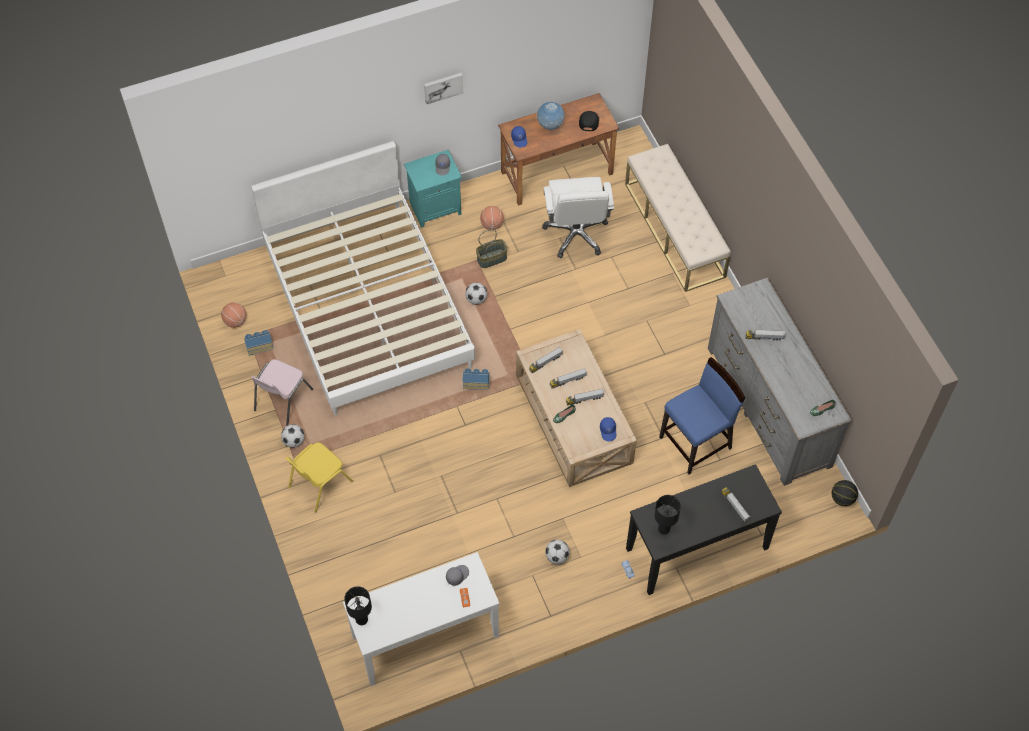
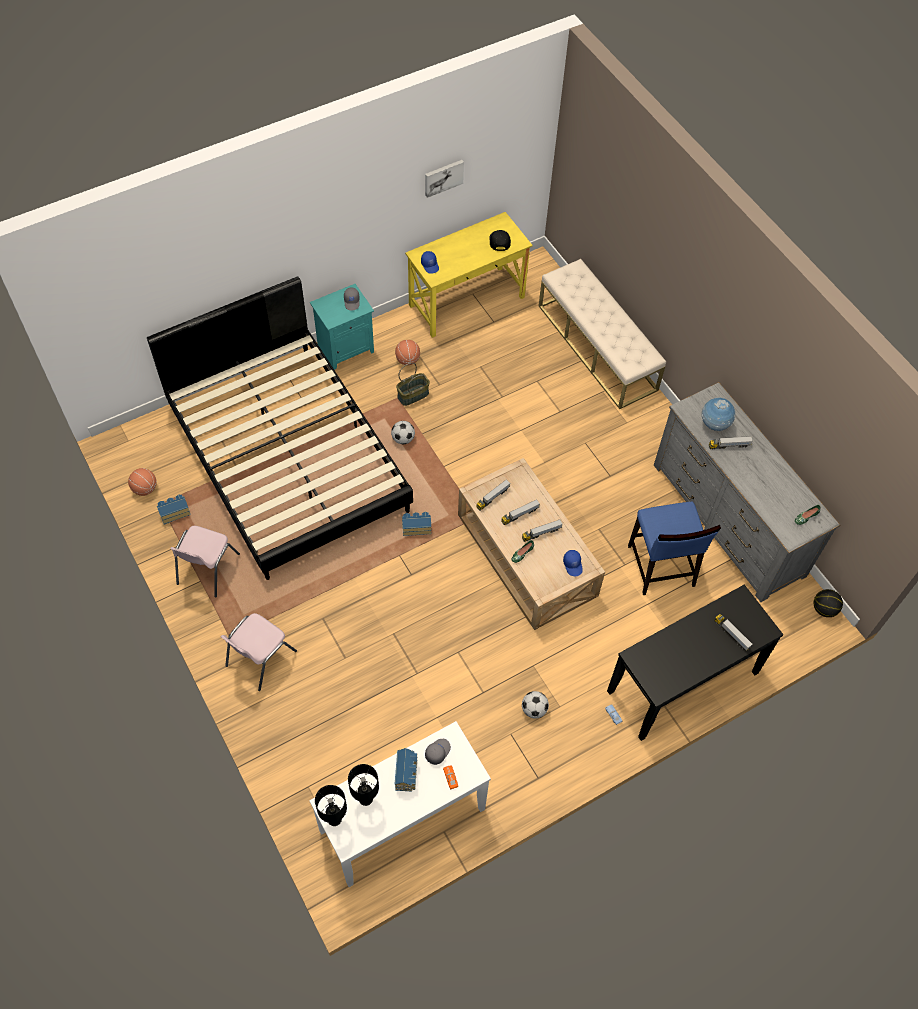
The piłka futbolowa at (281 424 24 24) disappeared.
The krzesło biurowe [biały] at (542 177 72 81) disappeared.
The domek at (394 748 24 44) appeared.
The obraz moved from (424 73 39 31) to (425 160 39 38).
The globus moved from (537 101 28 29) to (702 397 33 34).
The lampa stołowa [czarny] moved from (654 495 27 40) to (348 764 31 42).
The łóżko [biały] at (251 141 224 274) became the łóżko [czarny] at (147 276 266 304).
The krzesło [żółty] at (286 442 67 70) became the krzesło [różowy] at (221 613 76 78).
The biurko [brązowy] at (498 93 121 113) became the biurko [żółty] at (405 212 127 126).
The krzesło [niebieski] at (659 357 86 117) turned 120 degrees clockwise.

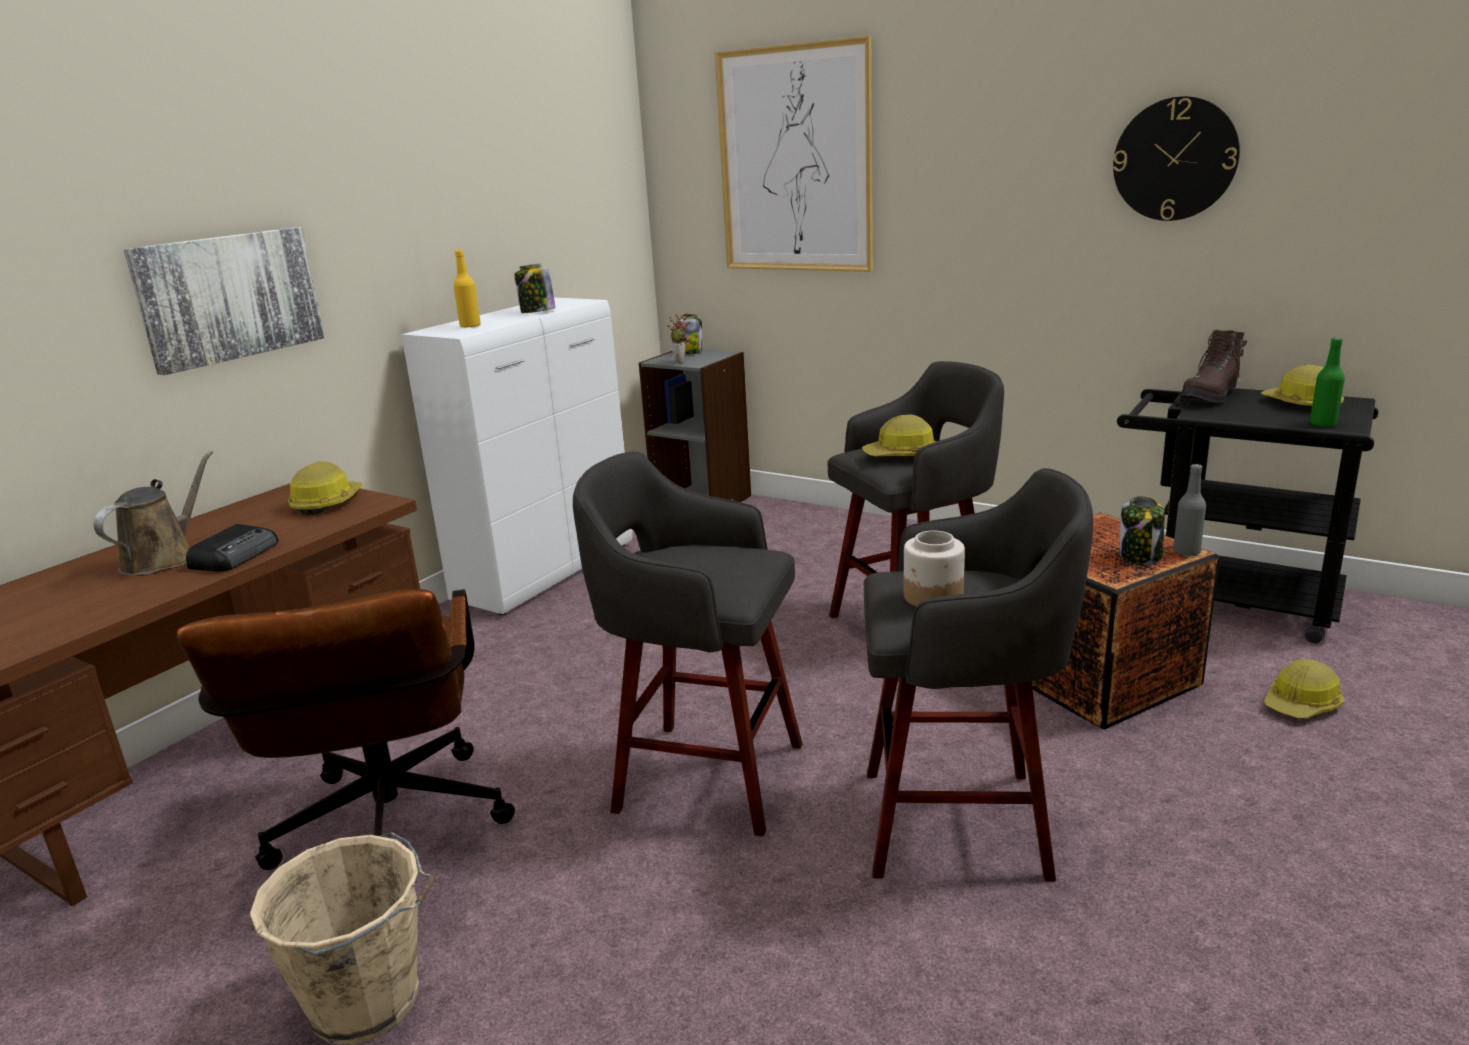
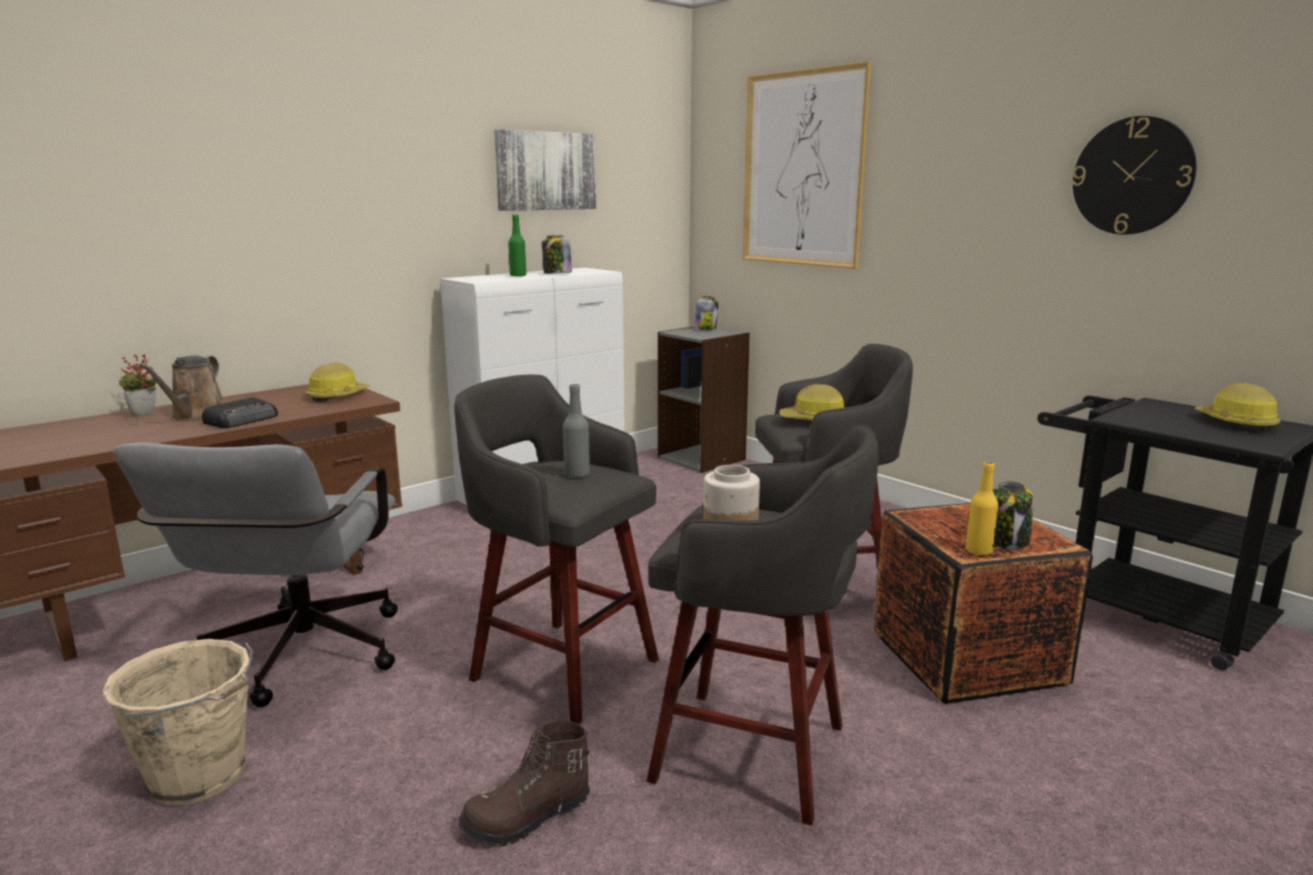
The kask at (1264 659 80 60) disappeared.
The obraz moved from (124 227 201 148) to (494 129 103 82).
The butelka [żółty] moved from (453 249 28 79) to (966 462 32 93).
The roślina doniczkowa moved from (667 313 24 51) to (119 354 37 62).
The butelka [szary] moved from (1173 464 33 92) to (563 384 27 94).
The but z cholewką [brązowy] moved from (1180 330 67 73) to (458 721 132 126).
The butelka [zielony] moved from (1310 337 35 90) to (508 215 18 61).
The krzesło biurowe [brązowy] at (177 589 338 281) became the krzesło biurowe [szary] at (113 443 285 264).
The konewka [brązowy] at (94 451 119 125) turned 150 degrees clockwise.

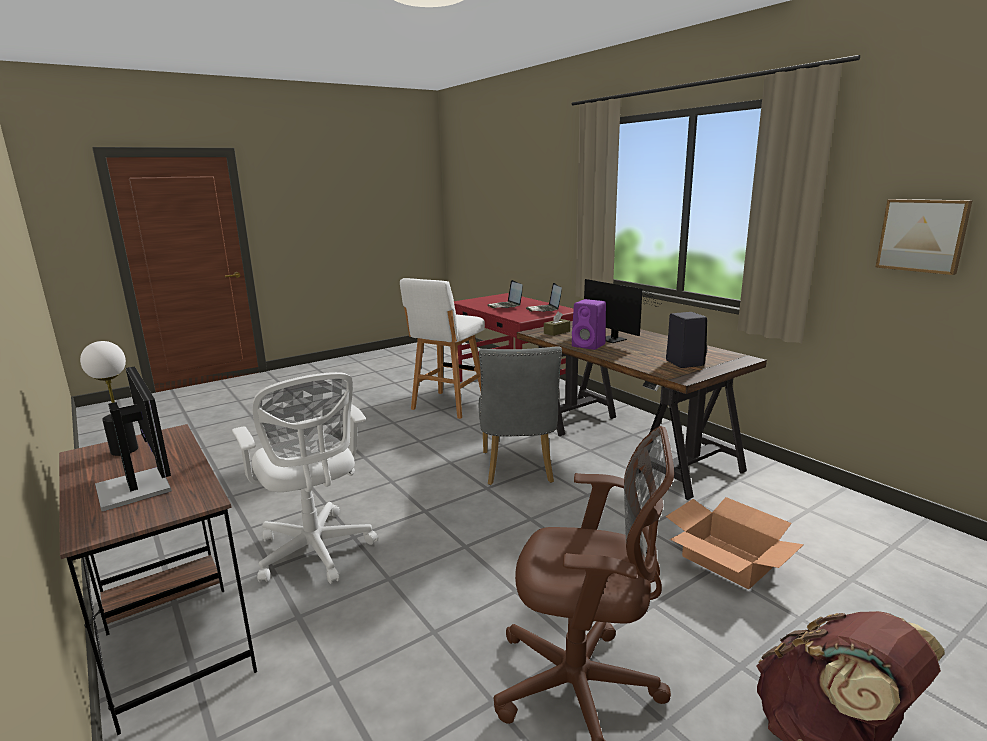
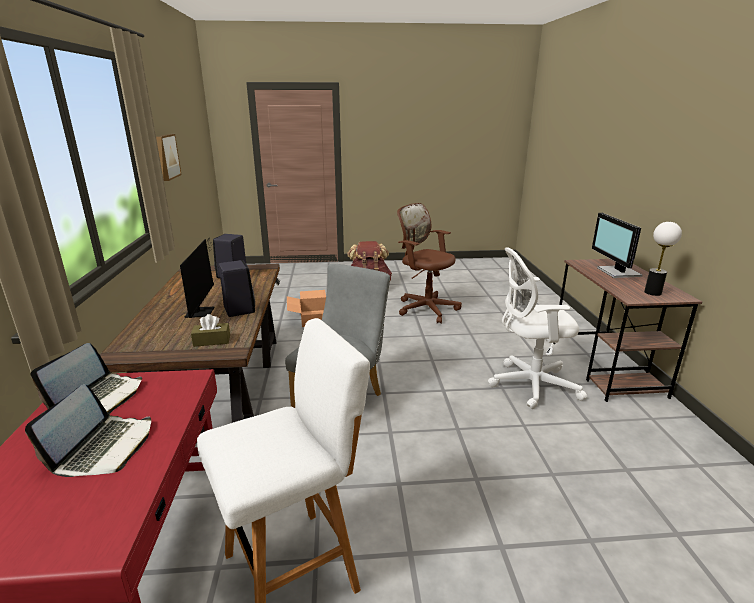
The głośnik [fioletowy] at (572 299 34 51) became the głośnik [czarny] at (218 260 37 57).
The krzesło biurowe [biały] at (232 372 146 212) turned 90 degrees counterclockwise.

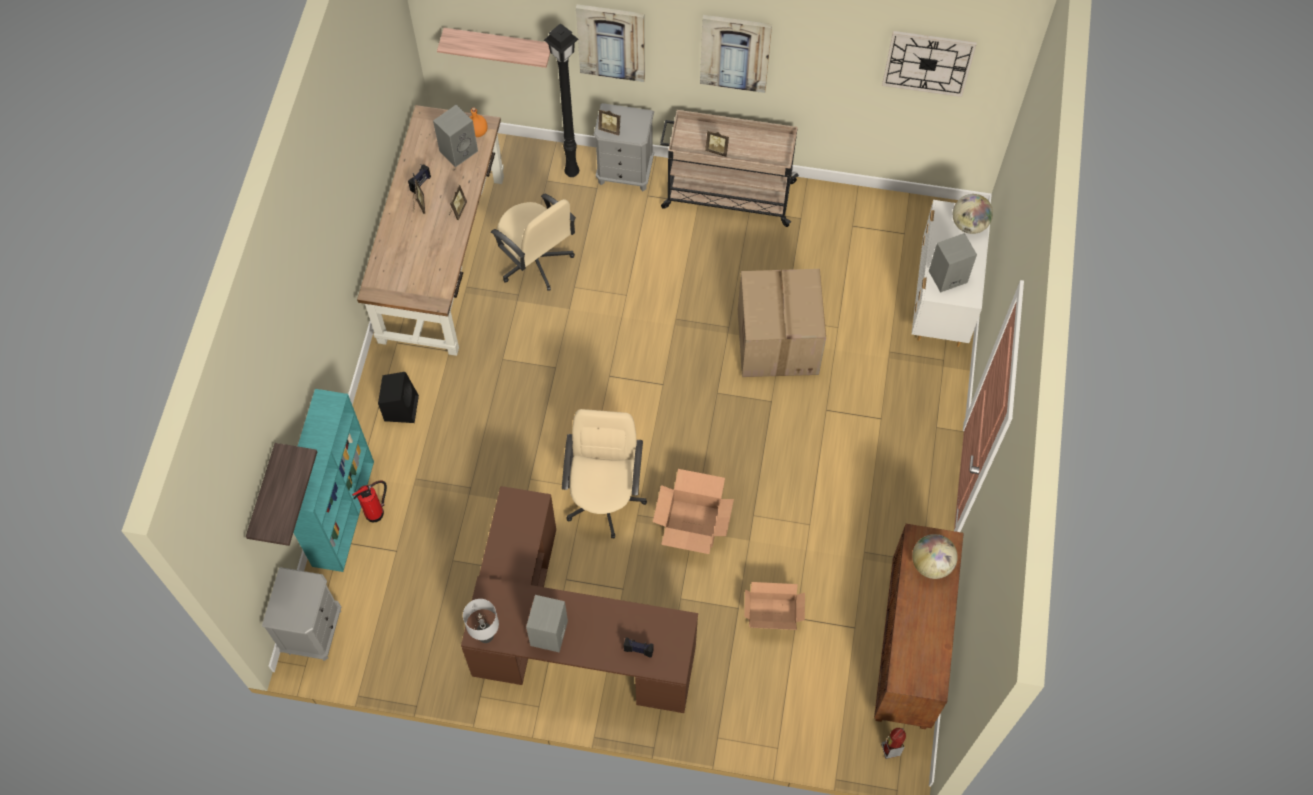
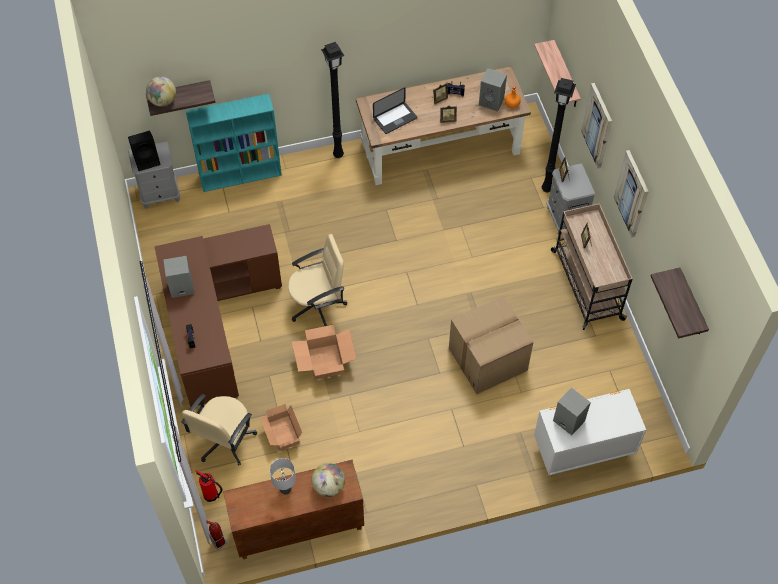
The lampa stojąca [czarny] at (321 42 23 116) appeared.
The laptop at (373 87 44 47) appeared.
The gaśnica moved from (352 480 35 42) to (195 470 27 32).
The głośnik [czarny] moved from (378 372 41 51) to (128 131 33 40).
The lampa stołowa [szary] moved from (463 599 36 44) to (270 458 26 37).
The krzesło biurowe [beżowy] moved from (491 193 85 98) to (181 394 76 71).
The globus moved from (953 194 40 40) to (146 77 30 29).
The zegar ścienny at (882 31 95 66) was replaced by the półka at (651 268 58 70).

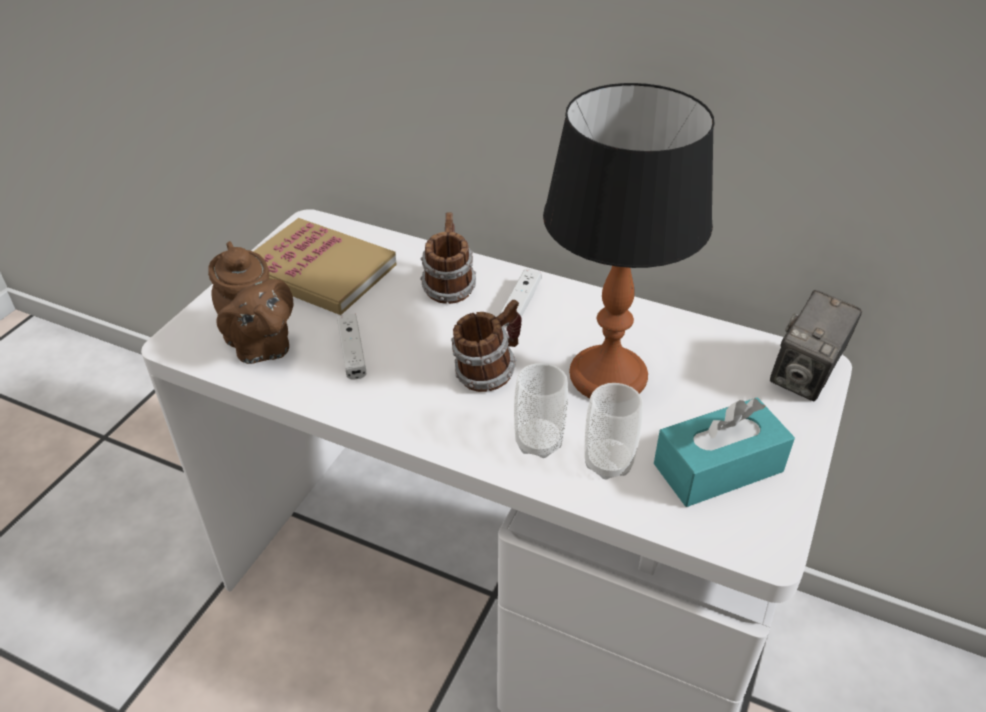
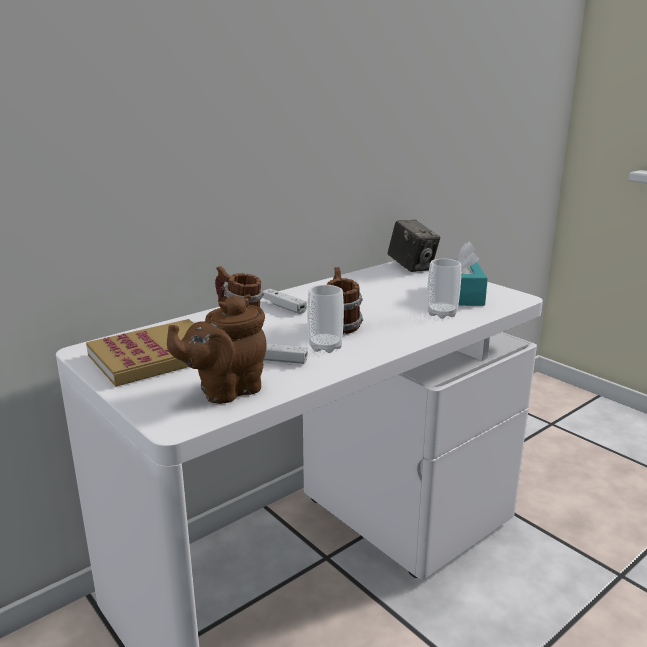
The lampa stołowa at (543 83 171 315) disappeared.
The filiżanka moved from (514 363 54 95) to (307 285 37 68).
The imbryk [brązowy] at (208 241 85 123) turned 150 degrees clockwise.

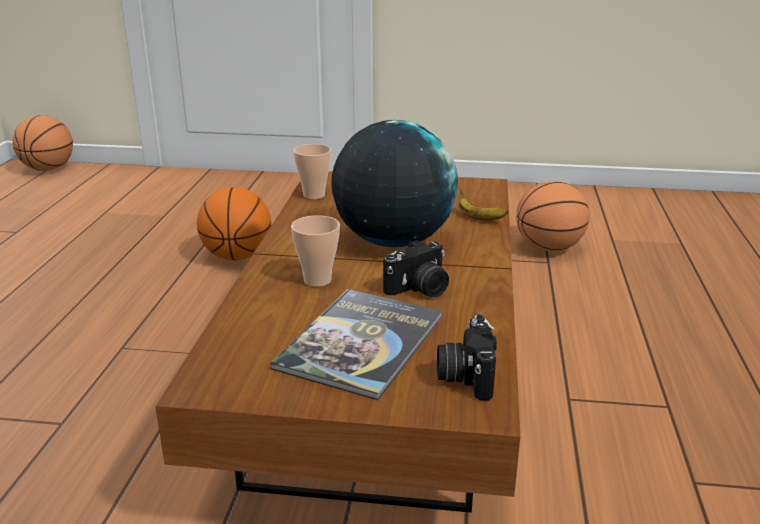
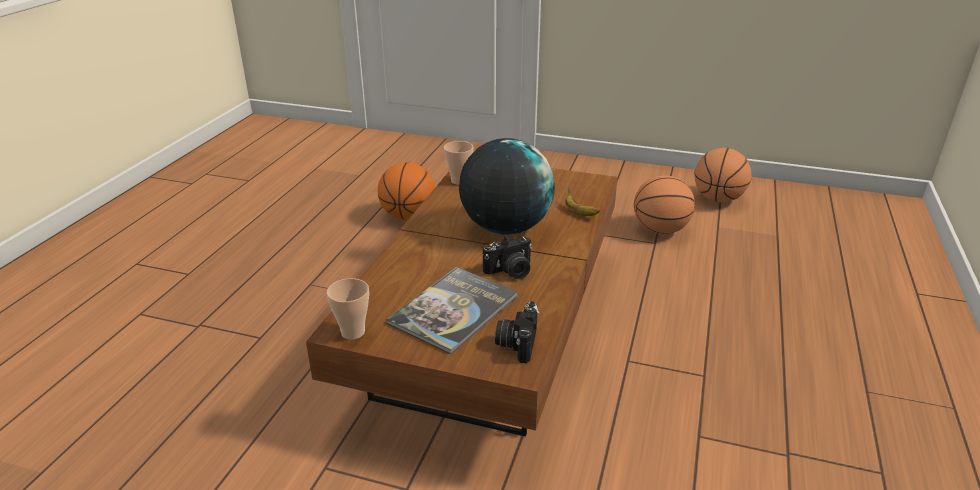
The piłka do koszykówki moved from (13 115 60 56) to (694 148 58 54).
The filiżanka moved from (291 215 49 72) to (326 278 43 62).

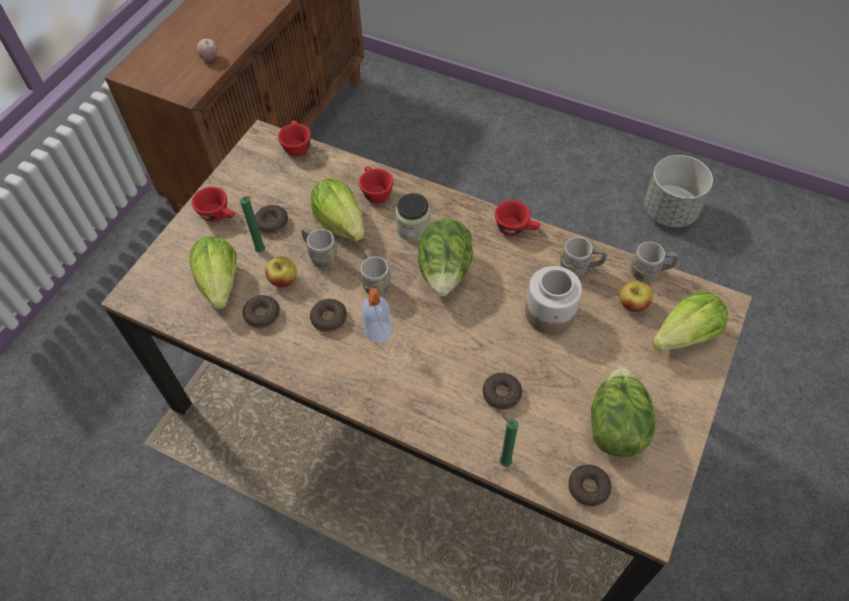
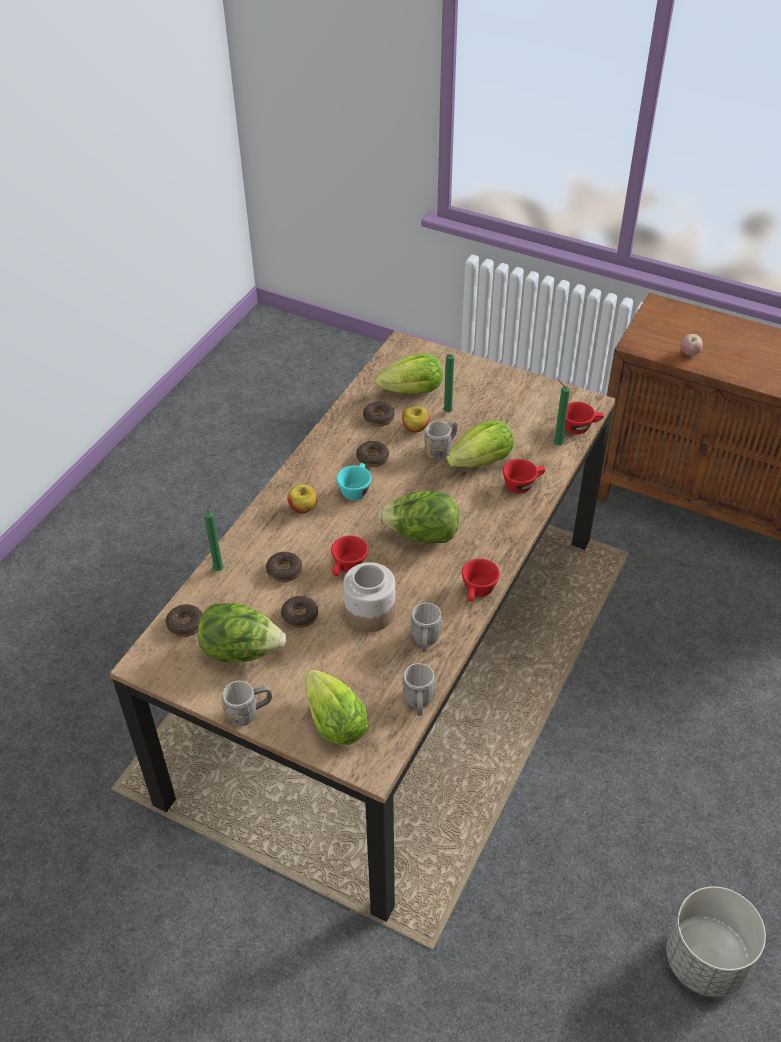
The słoik at (395 193 36 48) disappeared.
The świeca [zielony] at (553 380 17 65) appeared.
The filiżanka [czerwony] moved from (192 187 43 35) to (331 536 37 40).
The donut moved from (255 205 33 29) to (281 596 37 32).
The kubek [szary] moved from (360 250 31 47) to (222 681 50 45).
The jabłko moved from (620 281 33 31) to (287 484 30 30).
The dozownik mydła at (362 288 29 55) was replaced by the filiżanka [turkusowy] at (336 463 35 37).

